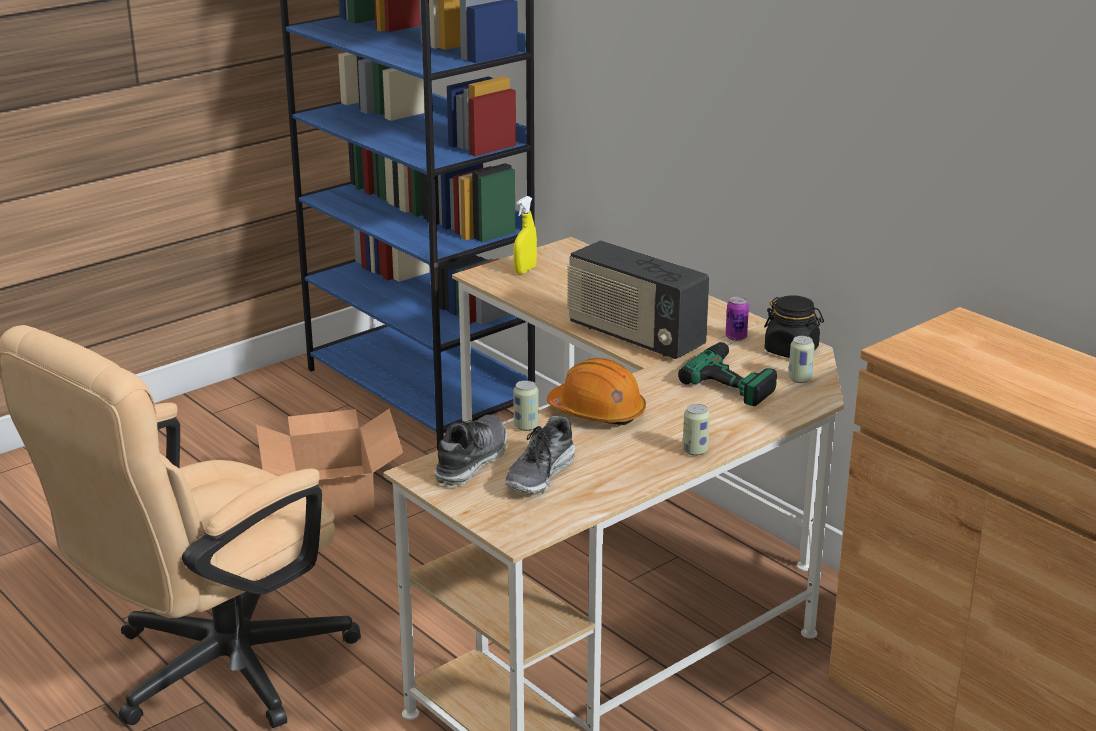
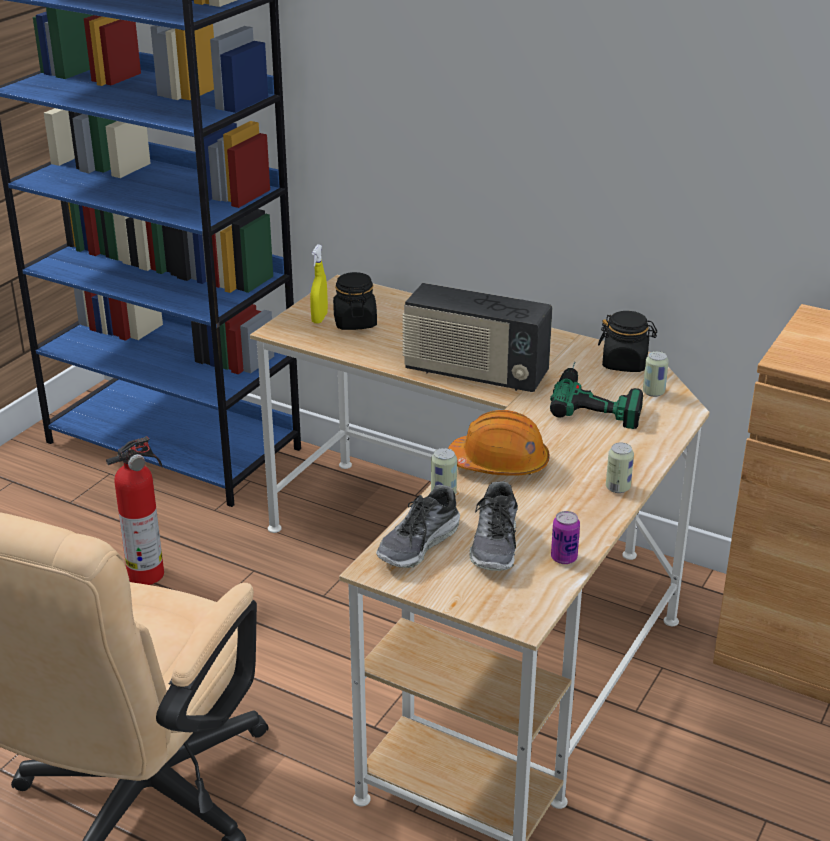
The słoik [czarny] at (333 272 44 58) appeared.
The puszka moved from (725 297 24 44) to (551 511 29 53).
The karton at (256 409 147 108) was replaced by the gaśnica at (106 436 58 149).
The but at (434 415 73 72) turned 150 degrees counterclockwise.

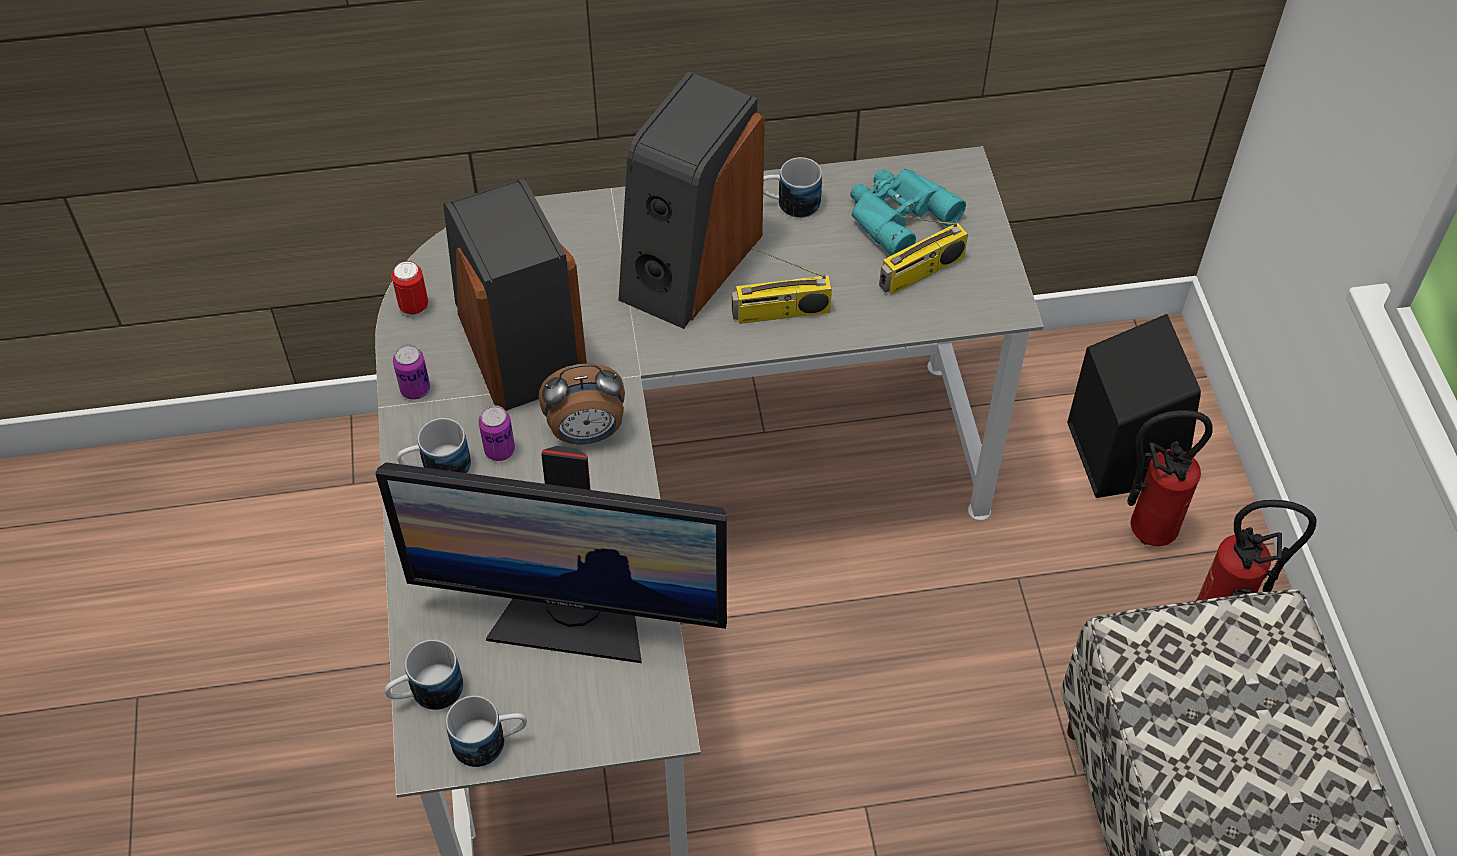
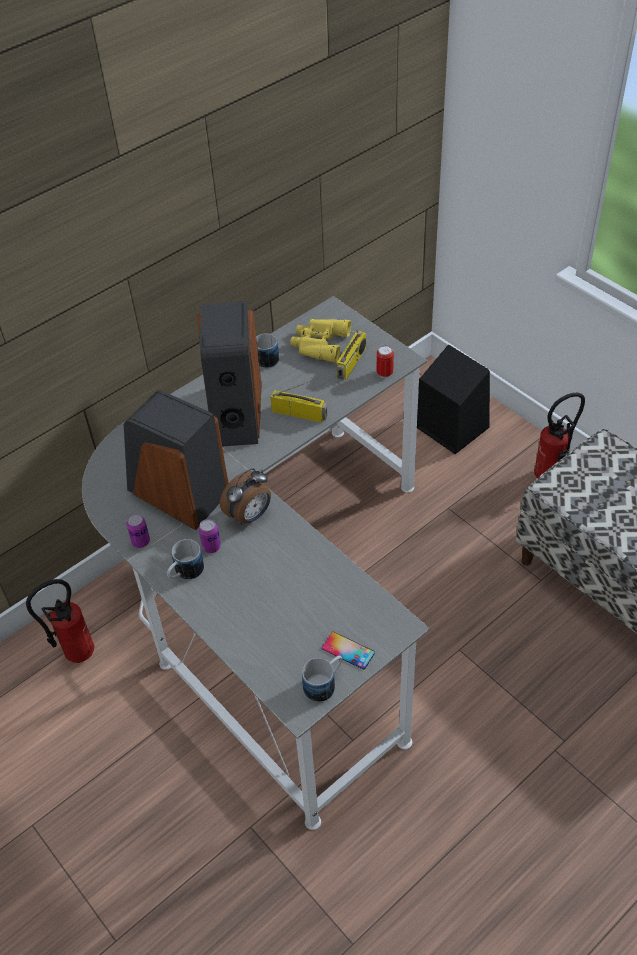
The monitor at (375 446 352 217) disappeared.
The kubek at (384 640 79 70) disappeared.
The telefon at (322 632 53 37) appeared.
The puszka moved from (392 261 36 55) to (377 346 17 32).
The gaśnica moved from (1127 410 86 136) to (26 579 68 84).
The lornetka [turkusowy] at (850 169 116 87) became the lornetka [żółty] at (290 319 61 44).
The radio at (732 247 100 77) turned 120 degrees counterclockwise.

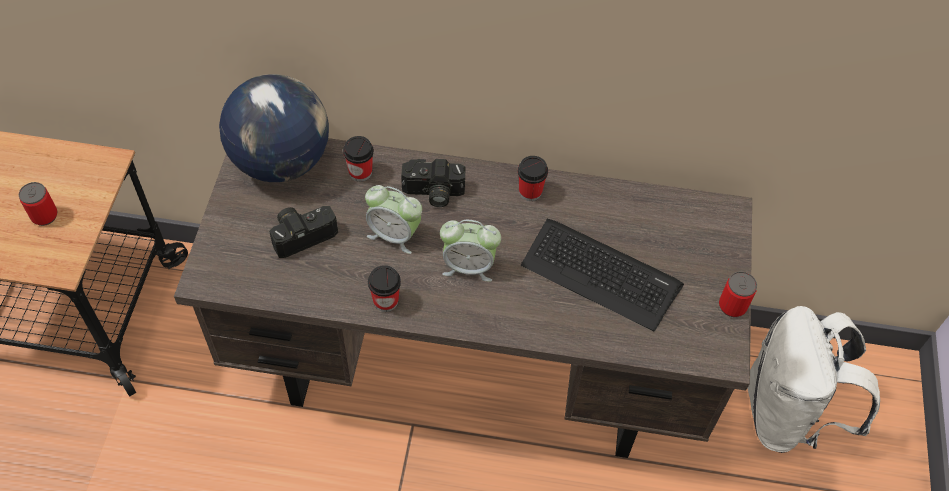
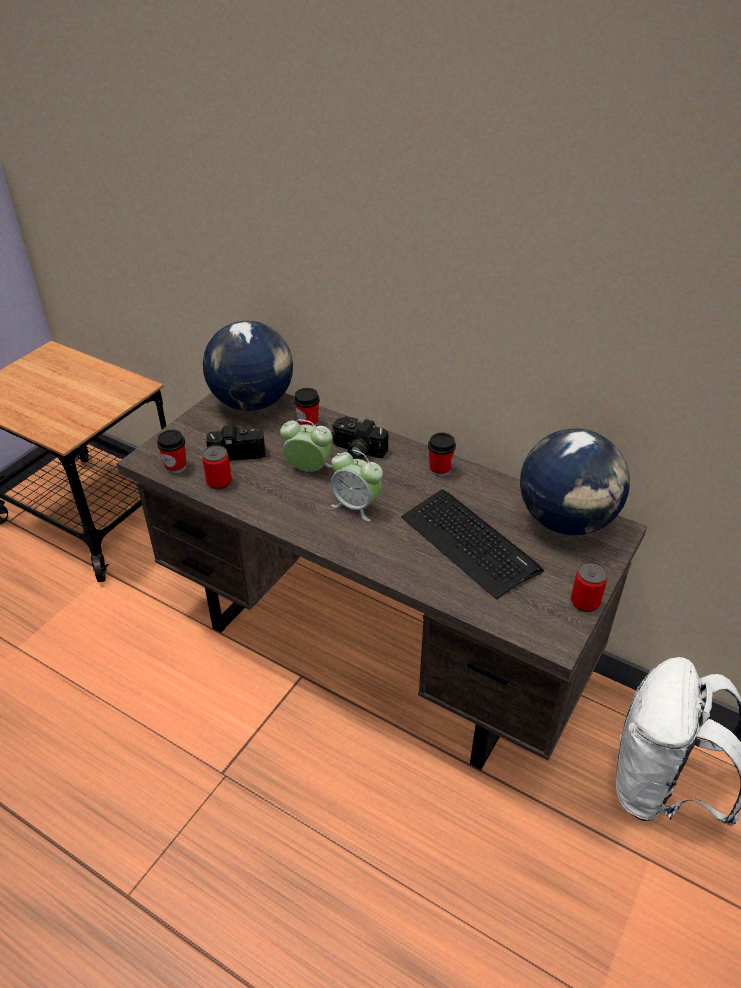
The globus at (520 429 110 106) appeared.
The puszka moved from (19 182 38 44) to (202 445 30 44).
The filiżanka moved from (368 265 33 47) to (157 430 30 44).
The budzik at (365 185 57 69) turned 150 degrees clockwise.

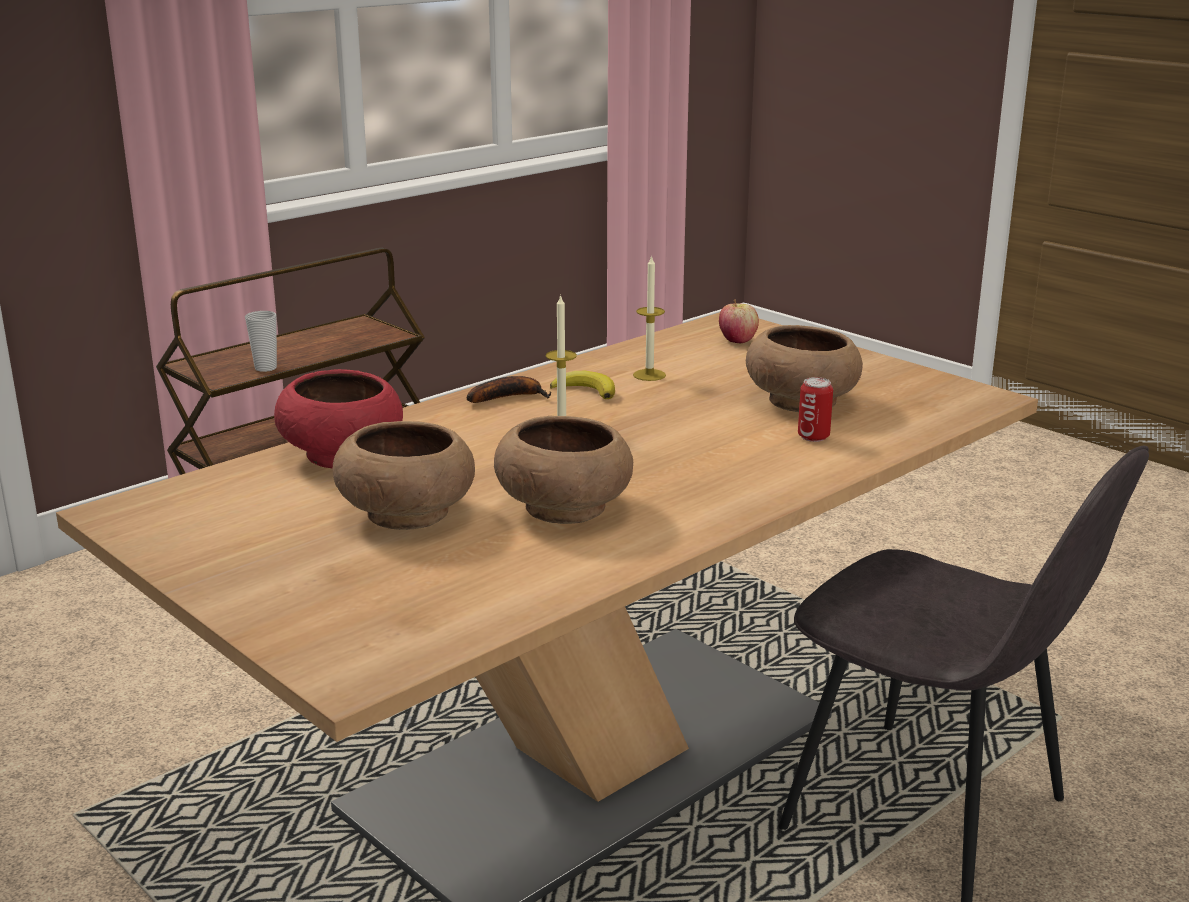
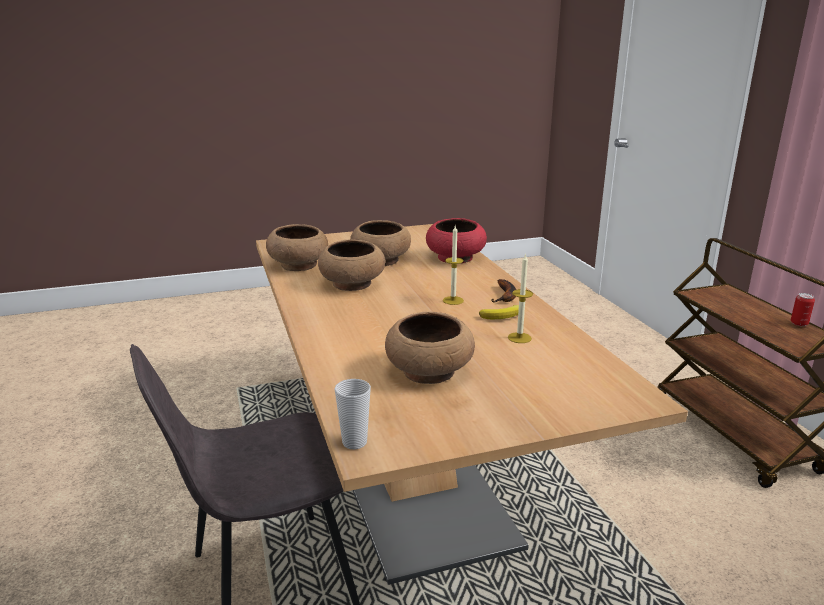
The jabłko at (719 299 40 44) disappeared.
The miska [brązowy] at (266 224 62 47) appeared.
The filiżanka moved from (245 311 32 61) to (335 379 36 70).
The puszka moved from (798 377 35 65) to (791 293 24 33).

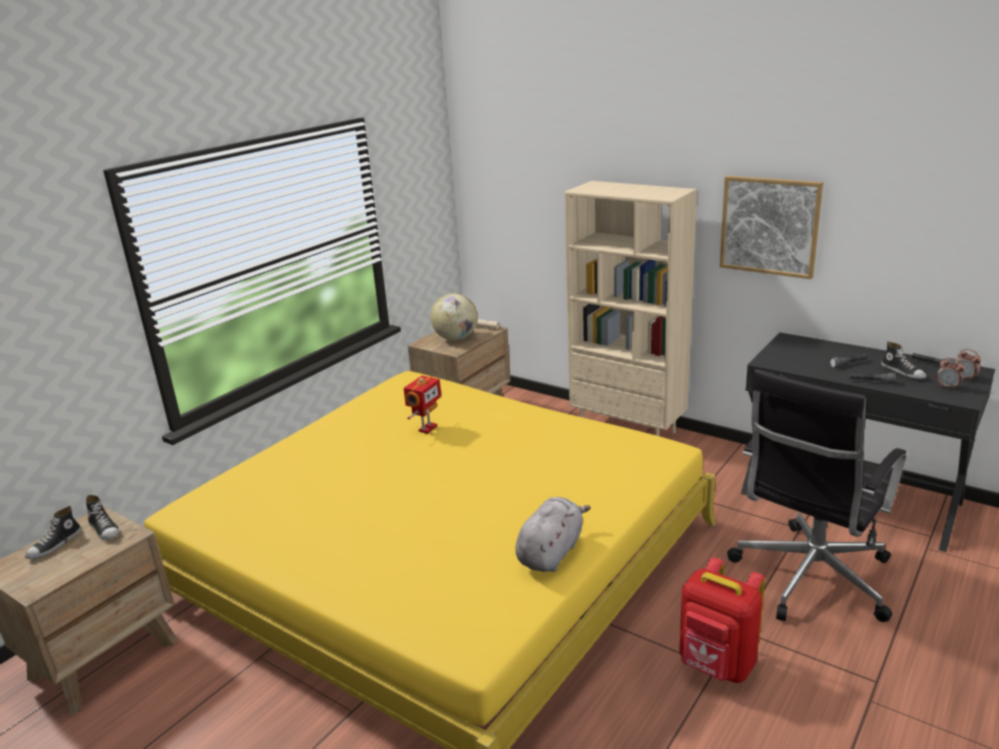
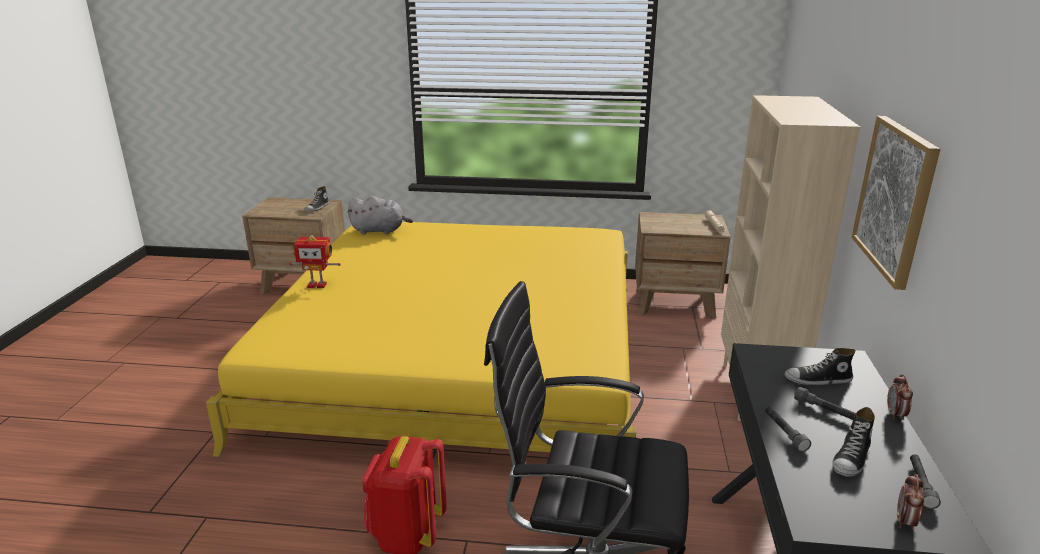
The globus at (431 293 47 47) disappeared.
The but moved from (25 506 56 53) to (784 348 72 37).
The robot zabawkowy moved from (404 376 37 58) to (290 235 51 53).
The pluszak [szary] moved from (515 497 76 75) to (347 196 66 38).
The budzik moved from (937 358 28 32) to (887 374 26 46).

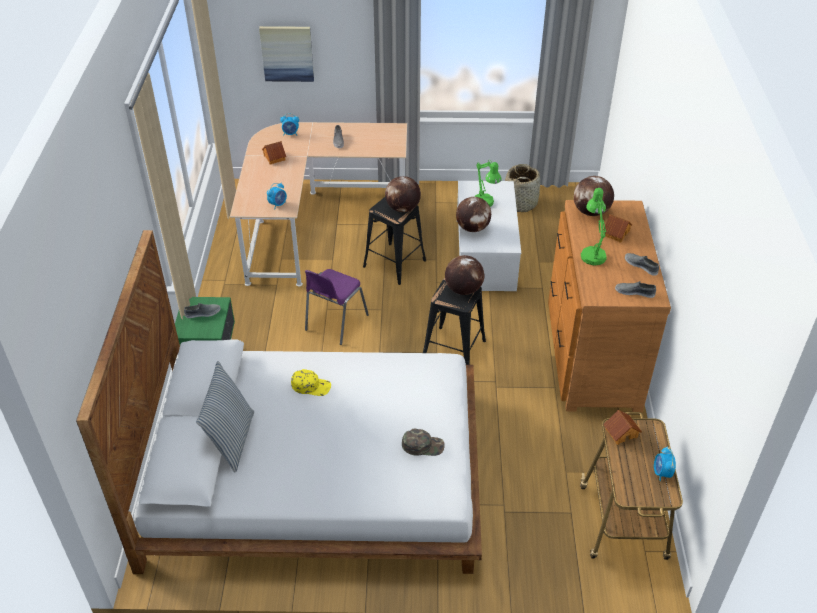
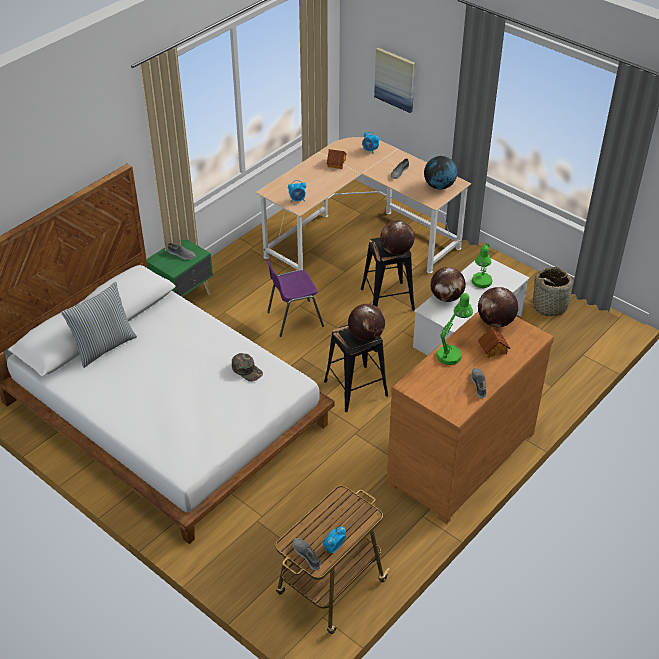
The czapka z daszkiem [żółty] at (291 369 40 27) disappeared.
The domek at (603 410 39 35) disappeared.
The globus at (424 156 33 33) appeared.
The czapka z daszkiem [zielony] moved from (402 429 43 27) to (232 353 31 29).
The but [szary] moved from (615 281 41 17) to (293 538 28 33).

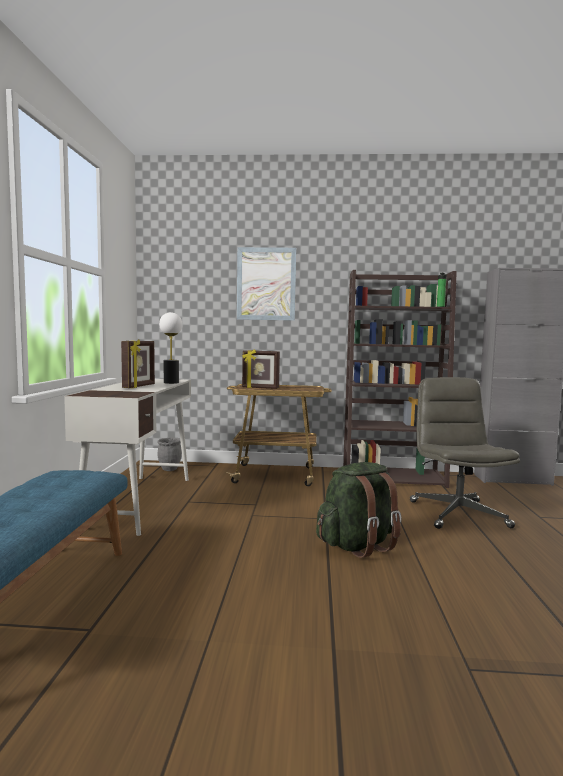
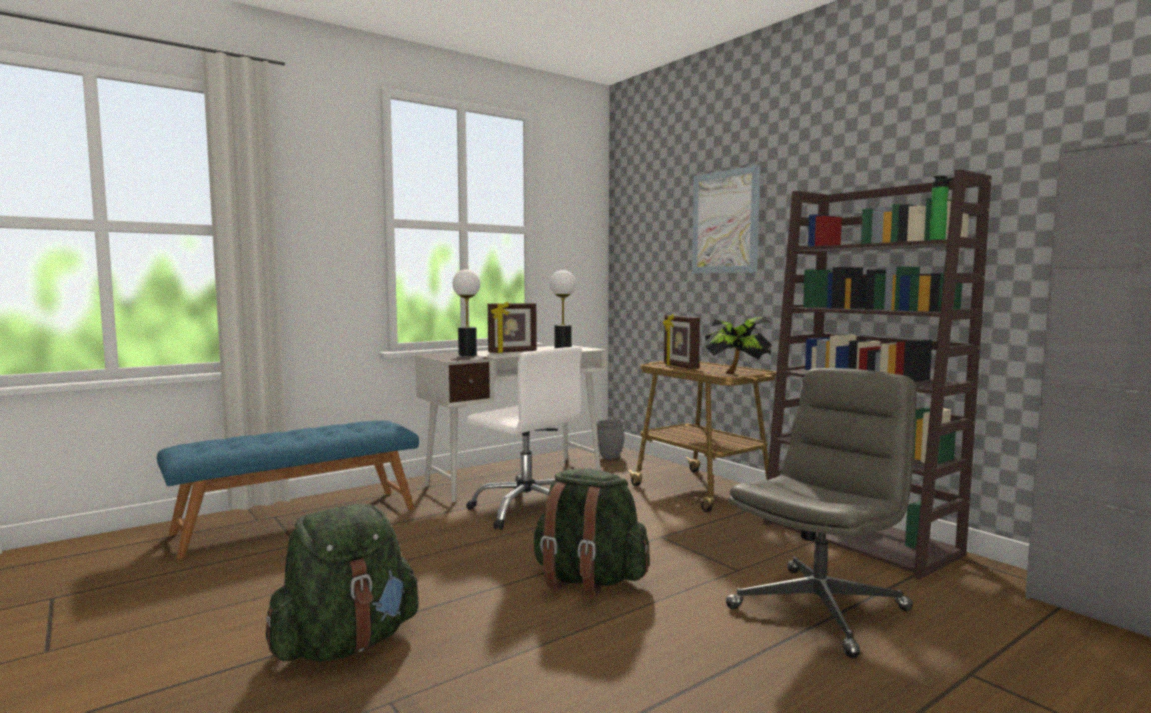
The plecak [zielony] at (266 504 153 157) appeared.
The lampa stołowa at (453 269 27 87) appeared.
The krzesło biurowe [biały] at (466 347 116 183) appeared.
The roślina doniczkowa at (704 316 68 58) appeared.

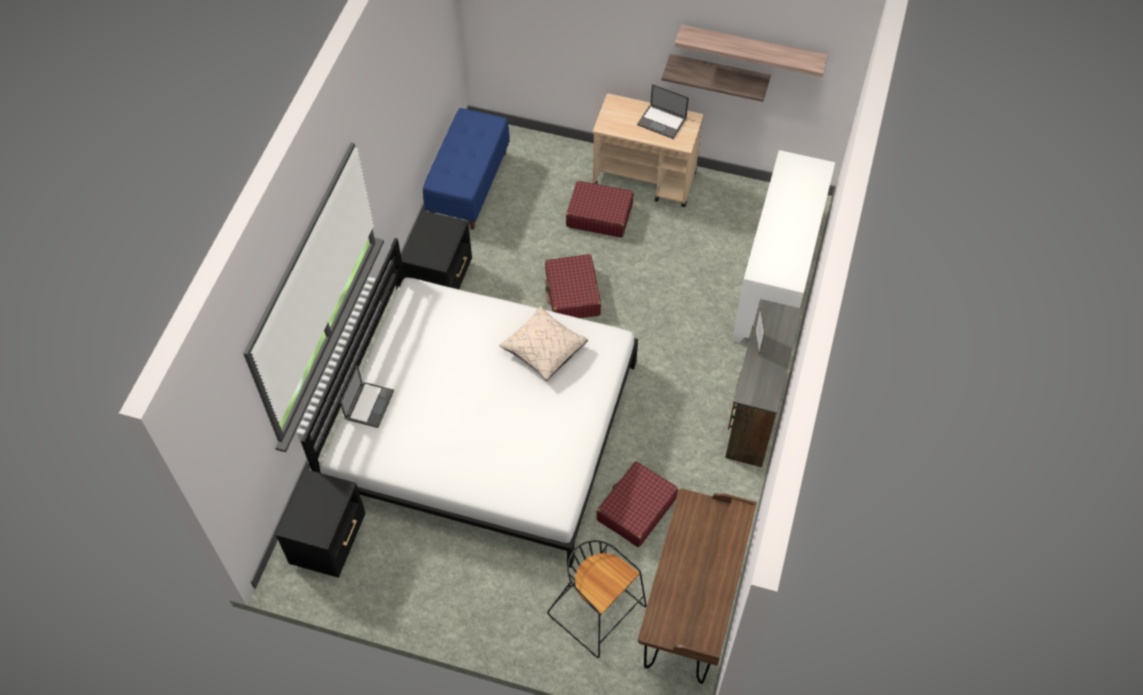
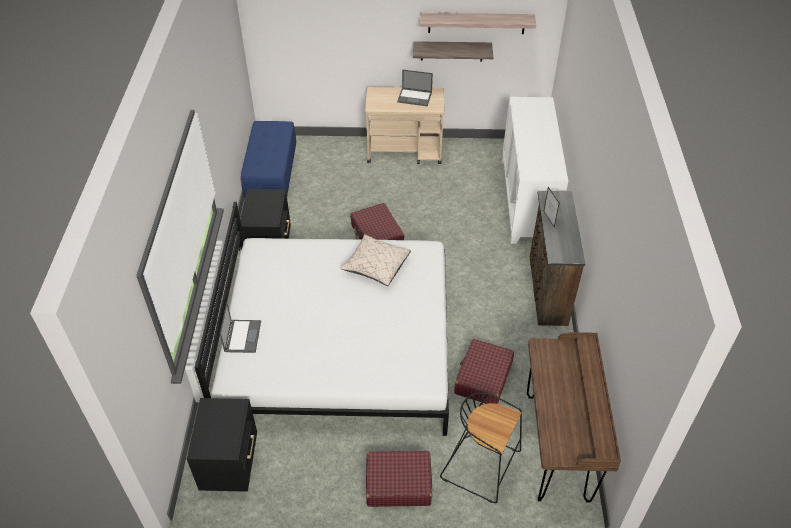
The walizka [czerwony] moved from (566 181 68 57) to (366 451 66 56).

